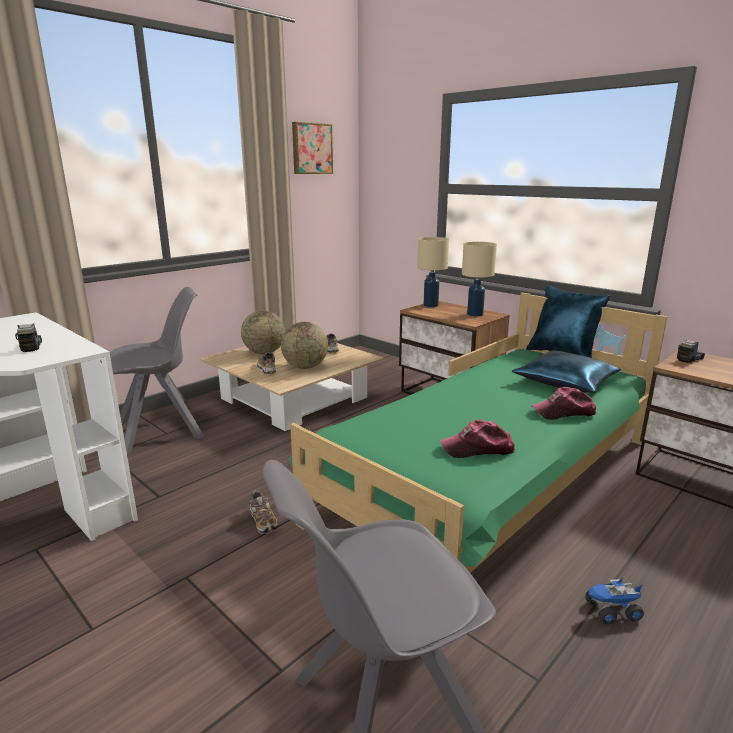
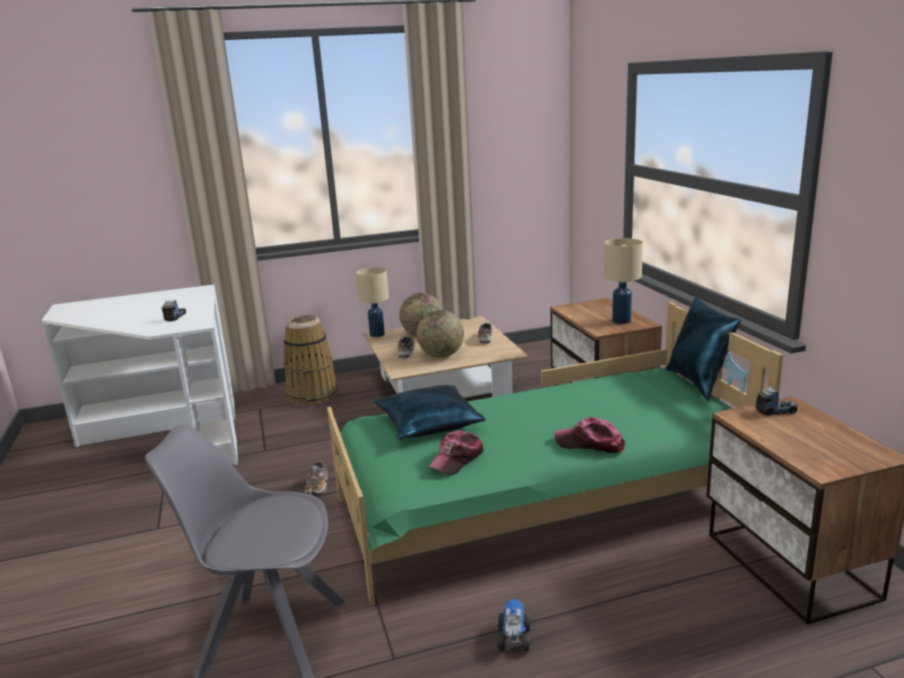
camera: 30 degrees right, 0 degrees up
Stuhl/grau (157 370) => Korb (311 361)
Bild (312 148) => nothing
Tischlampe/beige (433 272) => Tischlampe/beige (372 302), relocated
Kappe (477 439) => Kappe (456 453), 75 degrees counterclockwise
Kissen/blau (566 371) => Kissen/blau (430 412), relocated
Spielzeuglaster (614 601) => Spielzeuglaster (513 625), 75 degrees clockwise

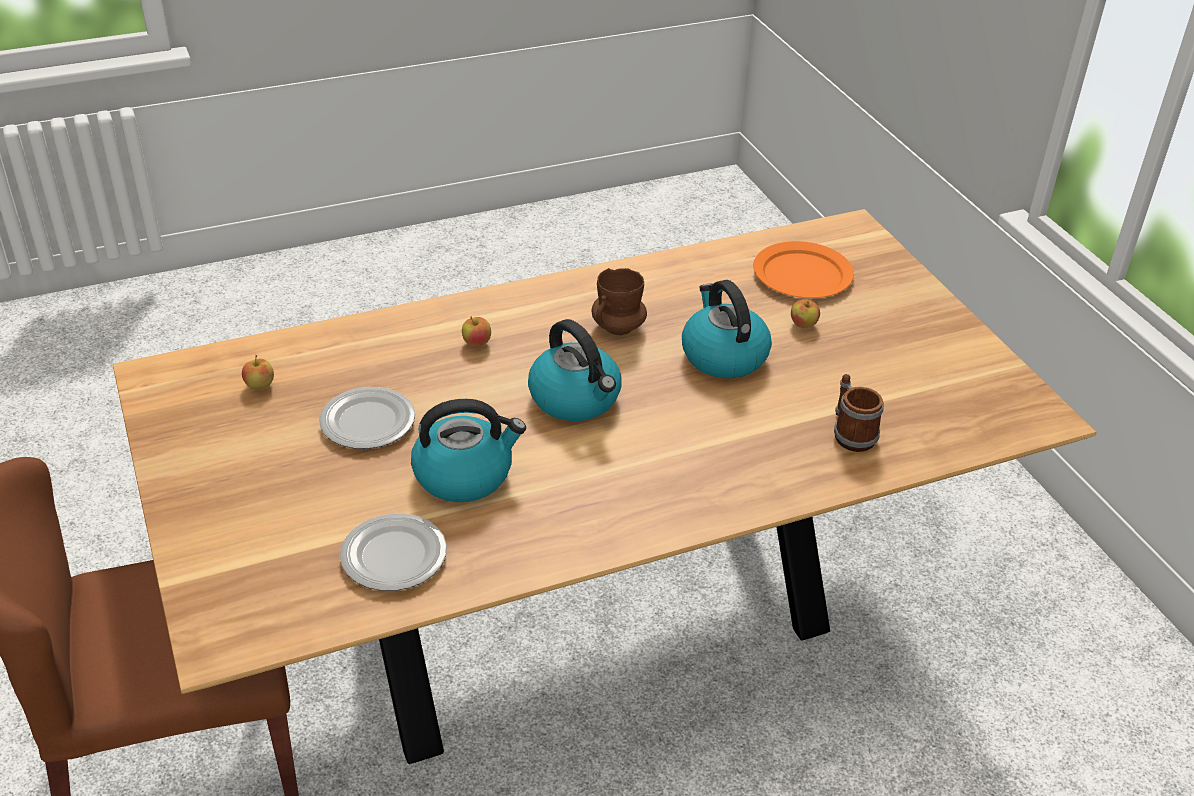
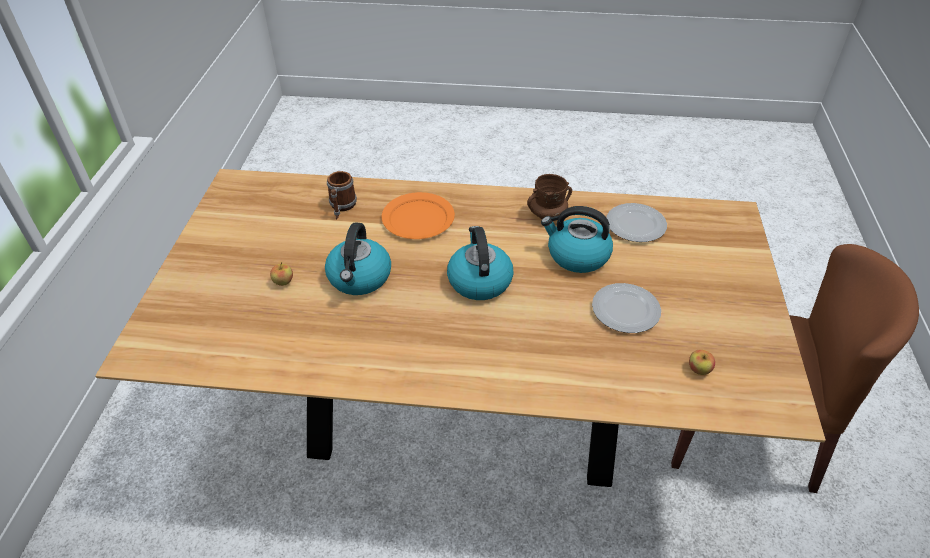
camera: 150 degrees left, 5 degrees up
Apfel (476 331) => nothing
Henkelbecher/braun (619 301) => Henkelbecher/braun (549 196), relocated
Teller/orange (803 269) => Teller/orange (418 215), relocated

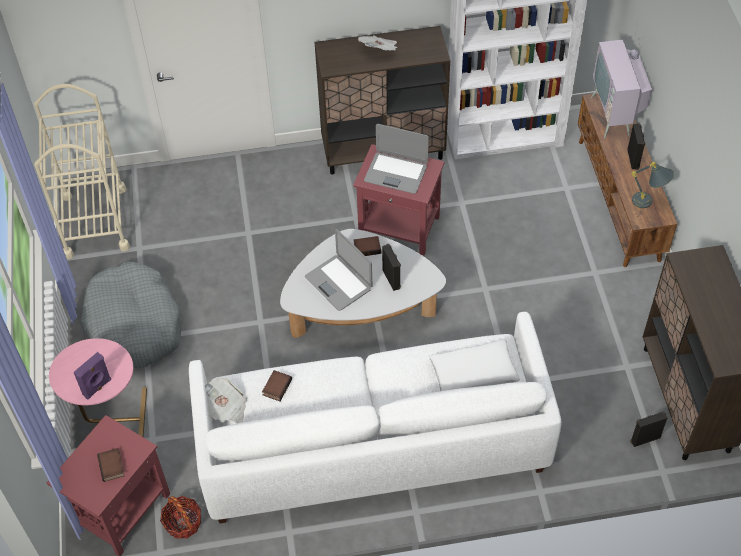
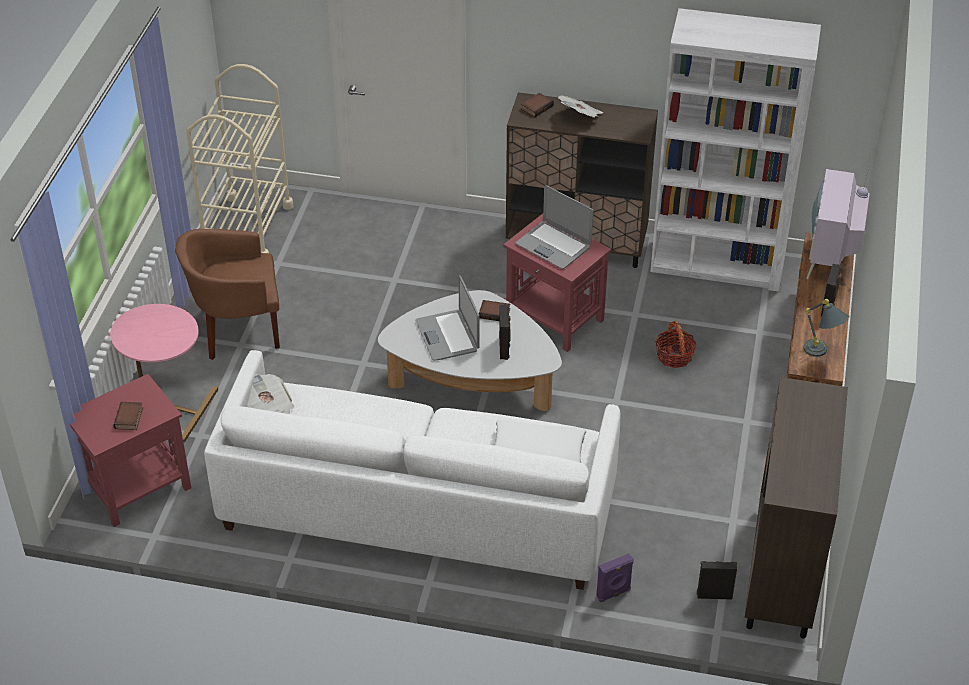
camera: 20 degrees right, 10 degrees down
Lautsprecher/lila (92 376) => Lautsprecher/lila (615 577), relocated
Hundebett/grau (132 315) => Sessel/braun (227 294)
Korb (180 517) => Korb (675 344), relocated
Buch (277 385) => Buch (537 105), relocated

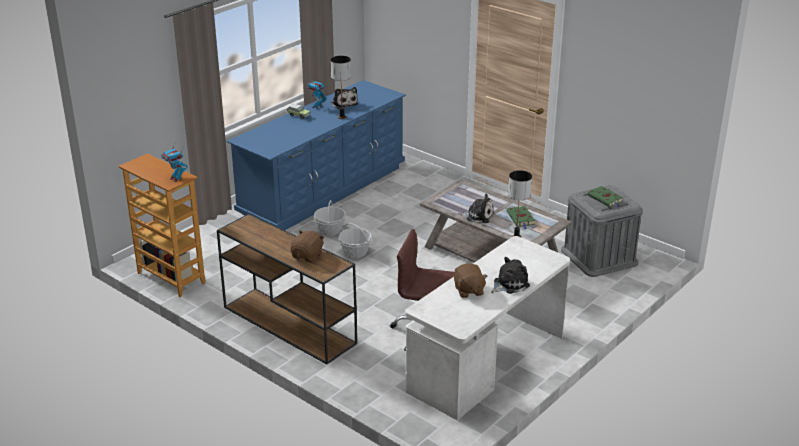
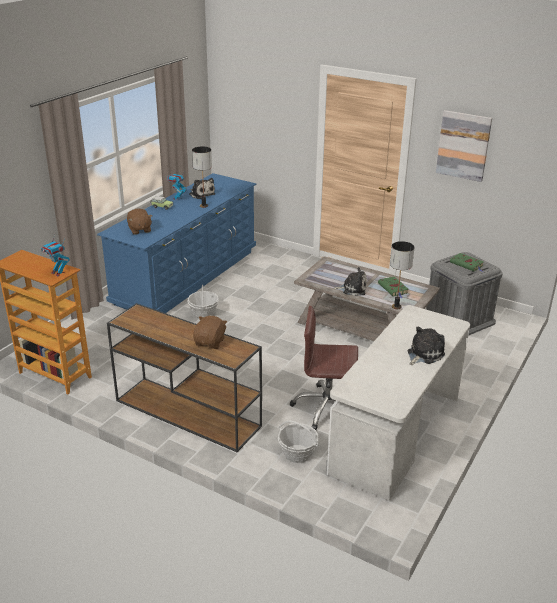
camera: 10 degrees left, 0 degrees up
Korb (355 241) => Korb (298 441), relocated
Plüschtier/braun (471 281) => Plüschtier/braun (139 222), relocated
nothing => Bild (464 146)

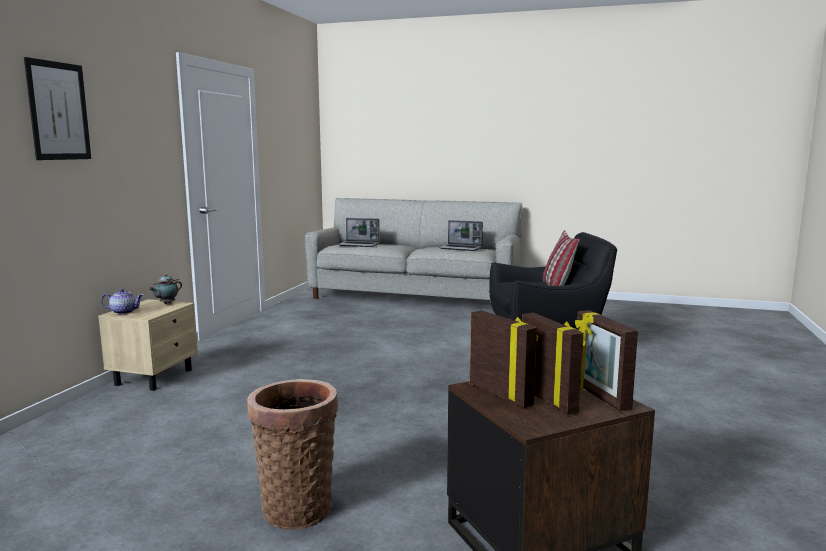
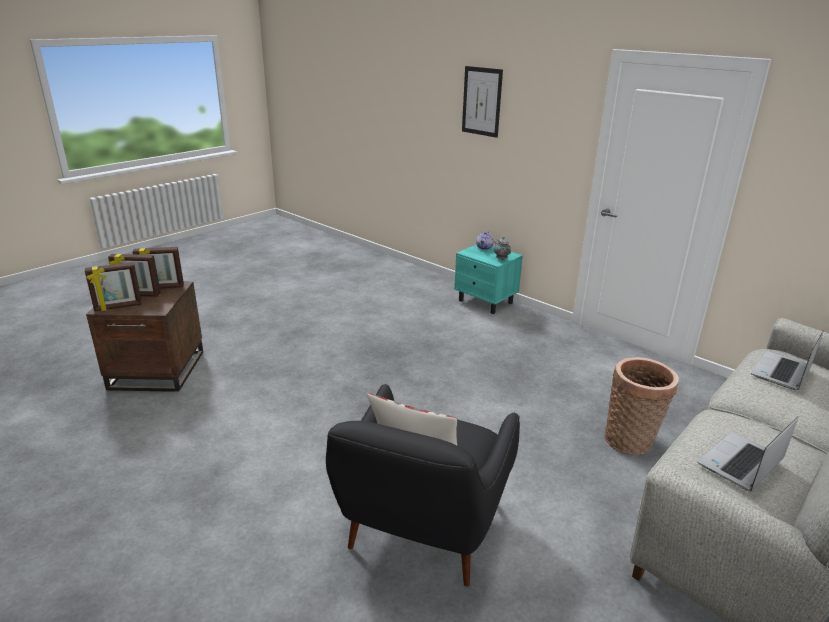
camera: 115 degrees right, 15 degrees up
Nachttisch/beige (148 345) => Nachttisch/türkis (488 279)
Korb (292 454) => Korb (641 406), relocated
Bilderrahmen (606 360) => Bilderrahmen (113 286), 150 degrees clockwise

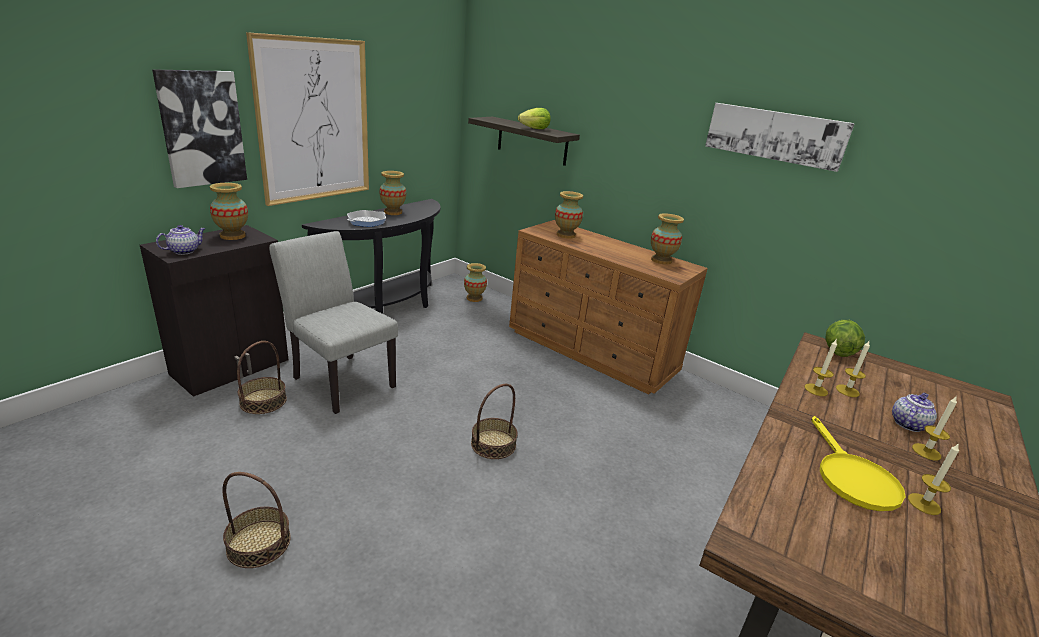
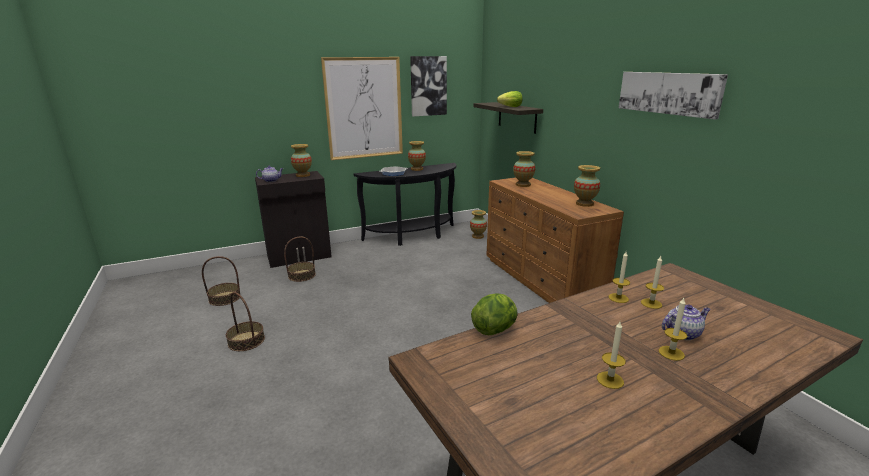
camera: 30 degrees right, 5 degrees down
Bild (199 128) => Bild (428 86), relocated
Stuhl/grau (333 322) => nothing
Korb (494 421) => Korb (221 281), relocated
Pfanne/gelb (858 463) => nothing
Salatkopf (845 338) => Salatkopf (494 314), relocated

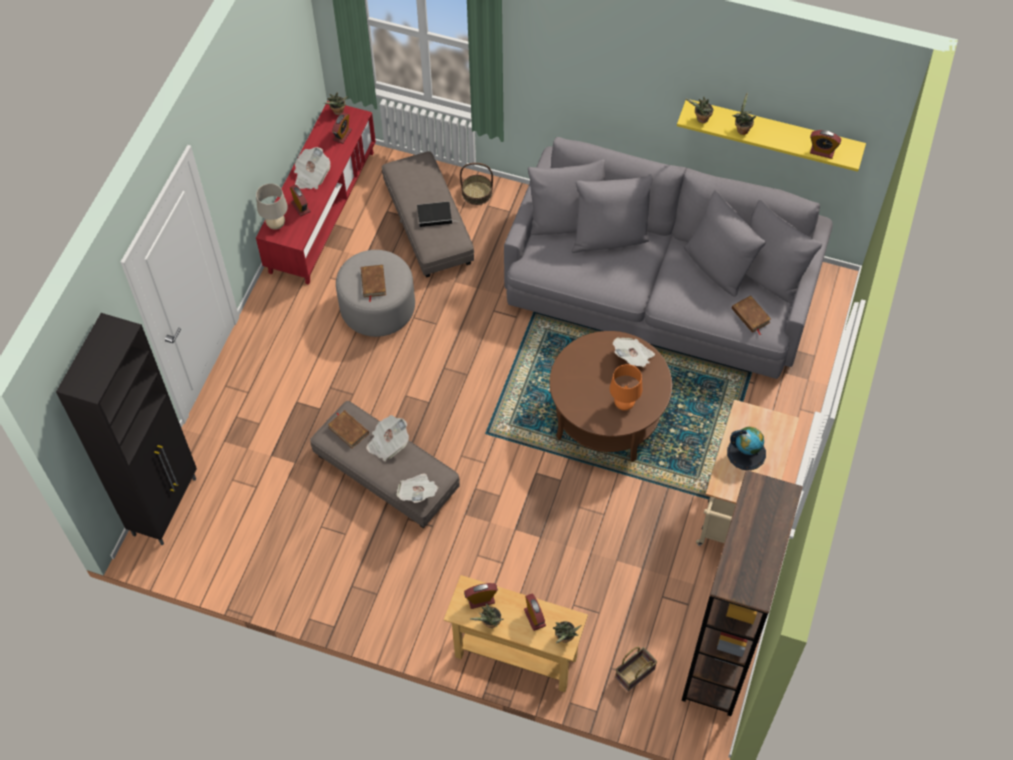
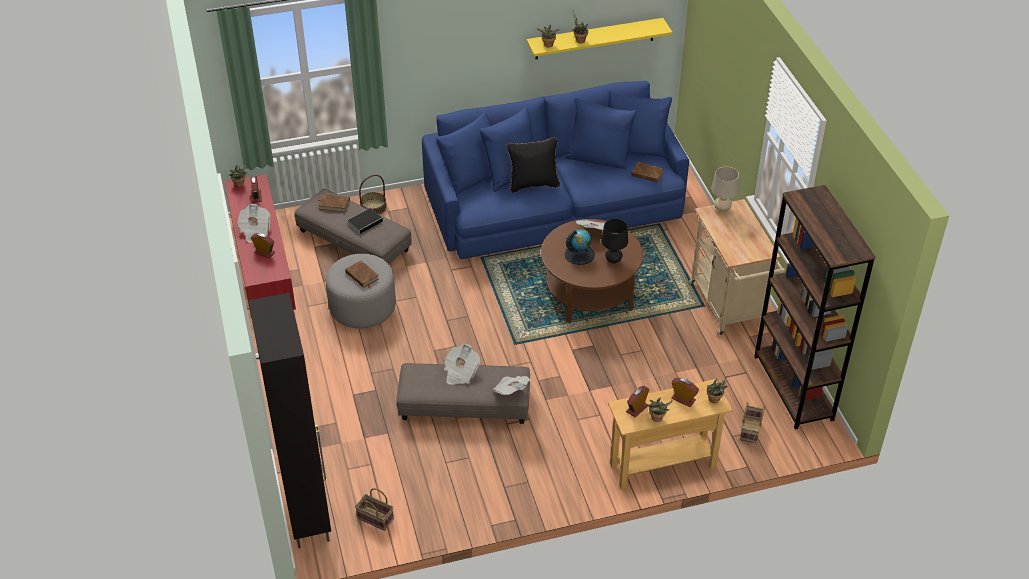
camera: 35 degrees left, 15 degrees down
Tischlampe/beige (272 207) => Tischlampe/beige (725 189), relocated
Buch/braun (348 429) => Buch/braun (334 203), relocated
Sofa/grau (668 258) => Sofa/blau (555 170)
Tischlampe/orange (626 387) => Tischlampe/schwarz (614 241)
Globus (746 448) => Globus (580 247), relocated
Wecker (825 144) => nothing
nothing => Korb (374 509)
nothing => Kissen/schwarz (533 165)

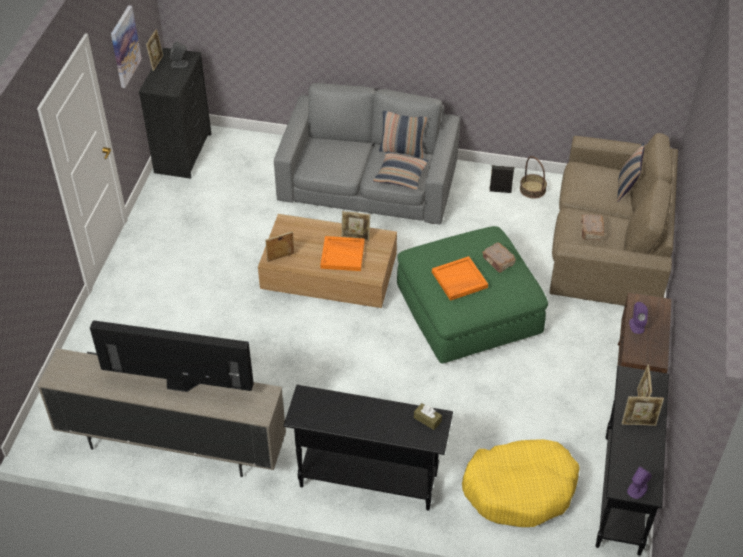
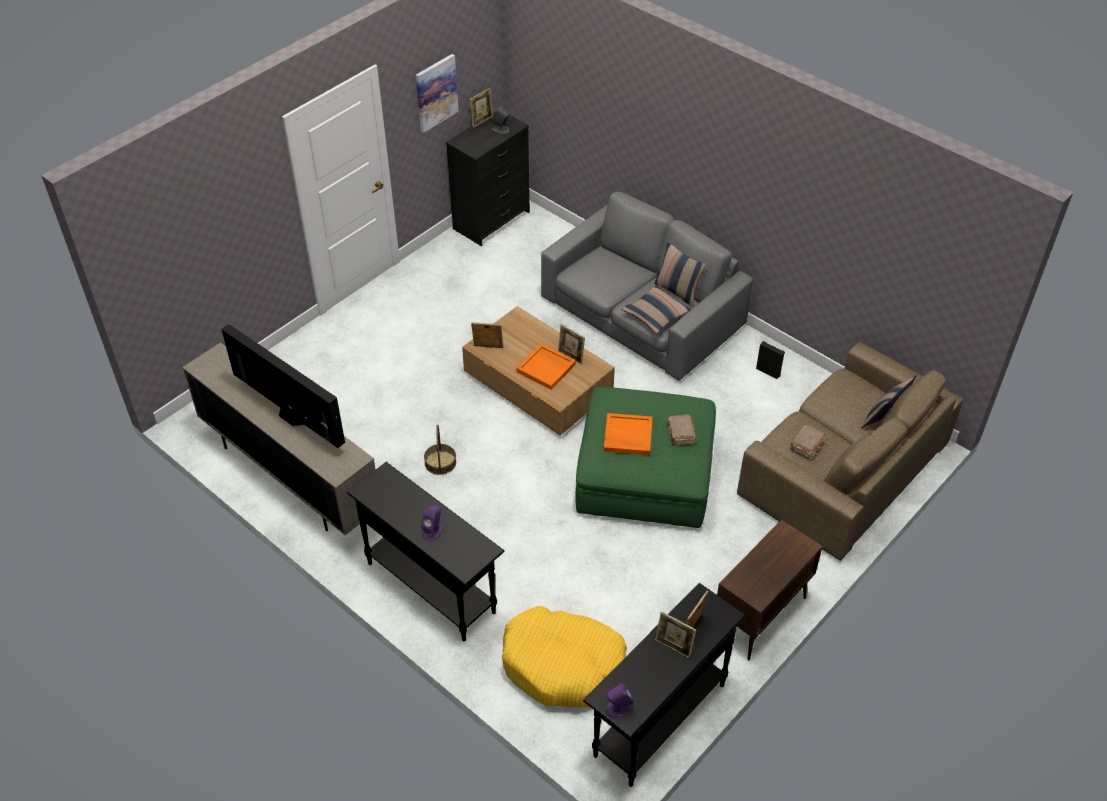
camera: 30 degrees right, 0 degrees up
Taschentuchbox/braun (428 416) => nothing
Korb (533 177) => Korb (440 450), relocated
Lautsprecher/lila (638 318) => Lautsprecher/lila (432 523), relocated

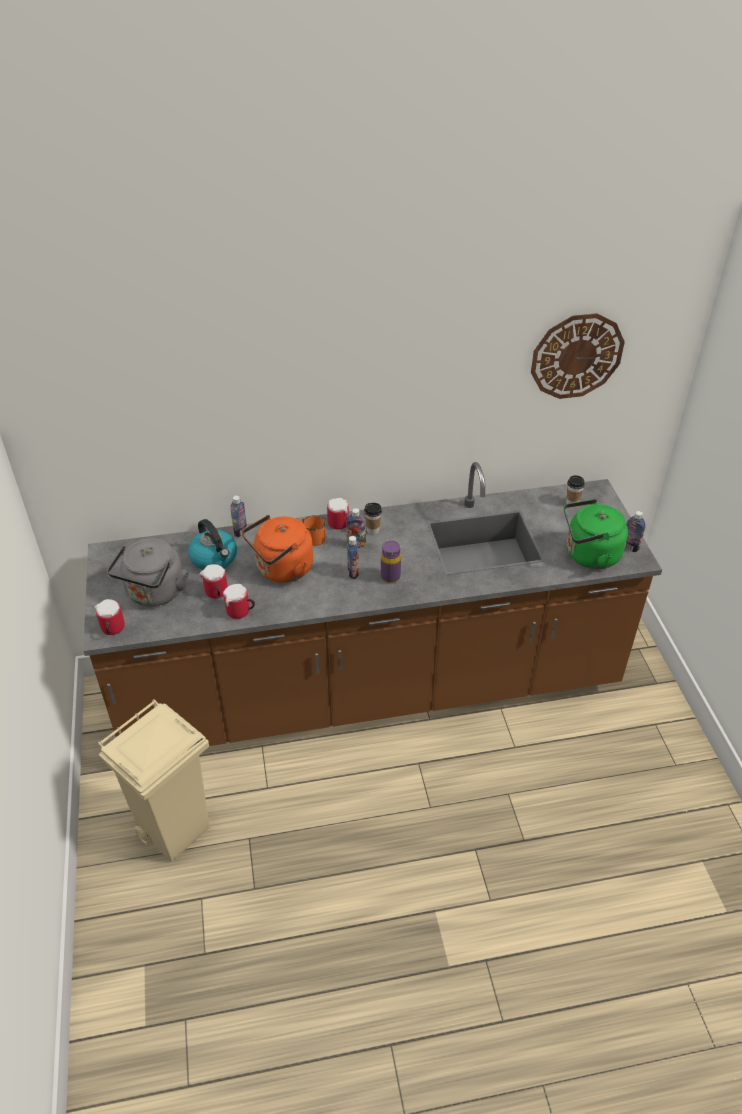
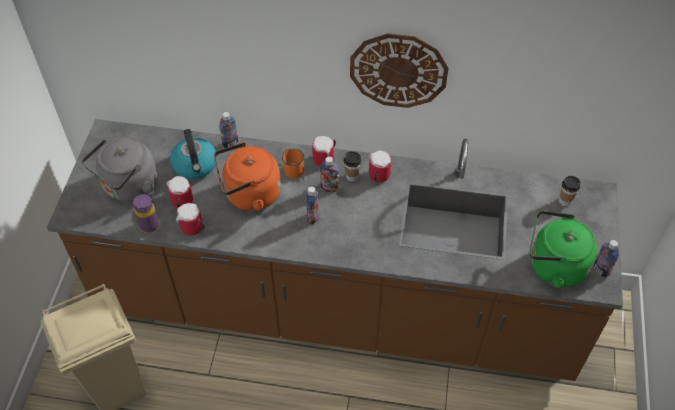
camera: 20 degrees right, 10 degrees up
Henkelbecher (109 617) => Henkelbecher (380 166), relocated
Flasche/lila (391 562) => Flasche/lila (146 213), relocated
Wanduhr (578 356) => Wanduhr (399 70), relocated

